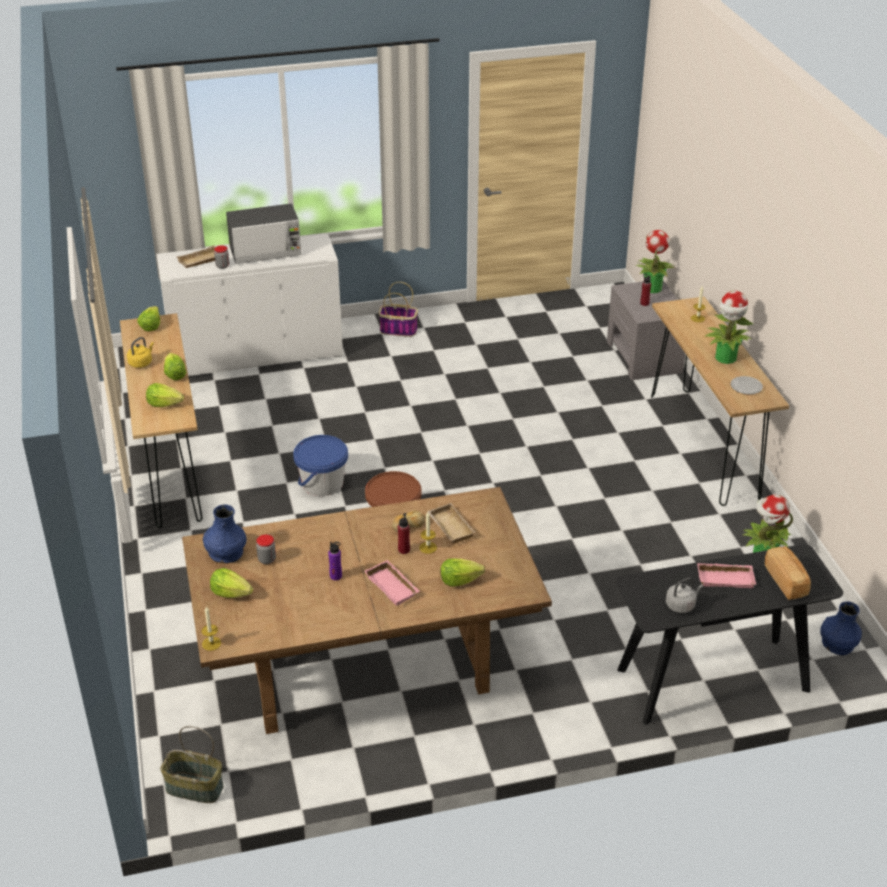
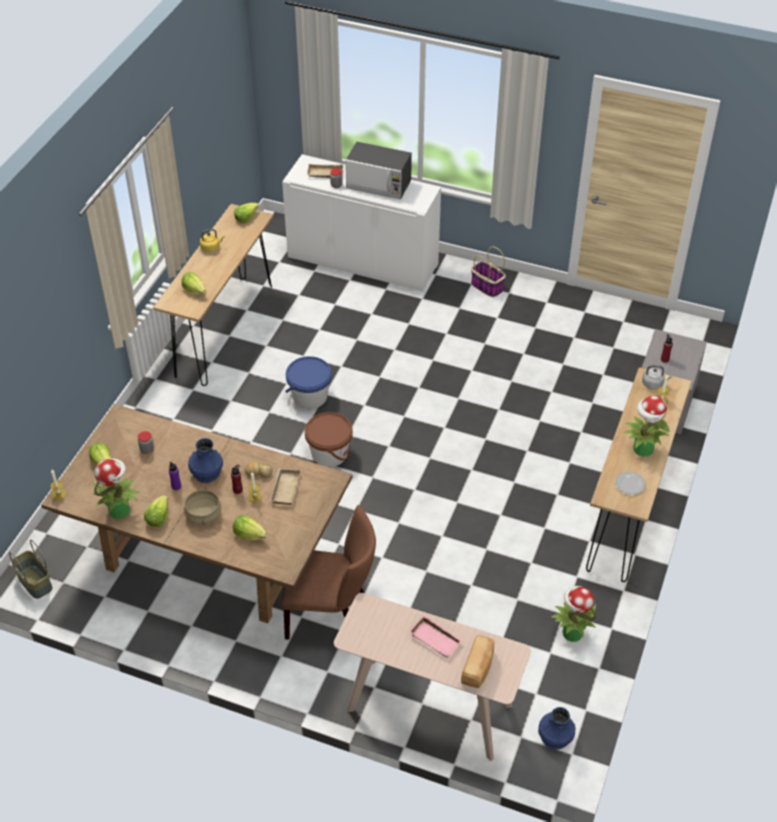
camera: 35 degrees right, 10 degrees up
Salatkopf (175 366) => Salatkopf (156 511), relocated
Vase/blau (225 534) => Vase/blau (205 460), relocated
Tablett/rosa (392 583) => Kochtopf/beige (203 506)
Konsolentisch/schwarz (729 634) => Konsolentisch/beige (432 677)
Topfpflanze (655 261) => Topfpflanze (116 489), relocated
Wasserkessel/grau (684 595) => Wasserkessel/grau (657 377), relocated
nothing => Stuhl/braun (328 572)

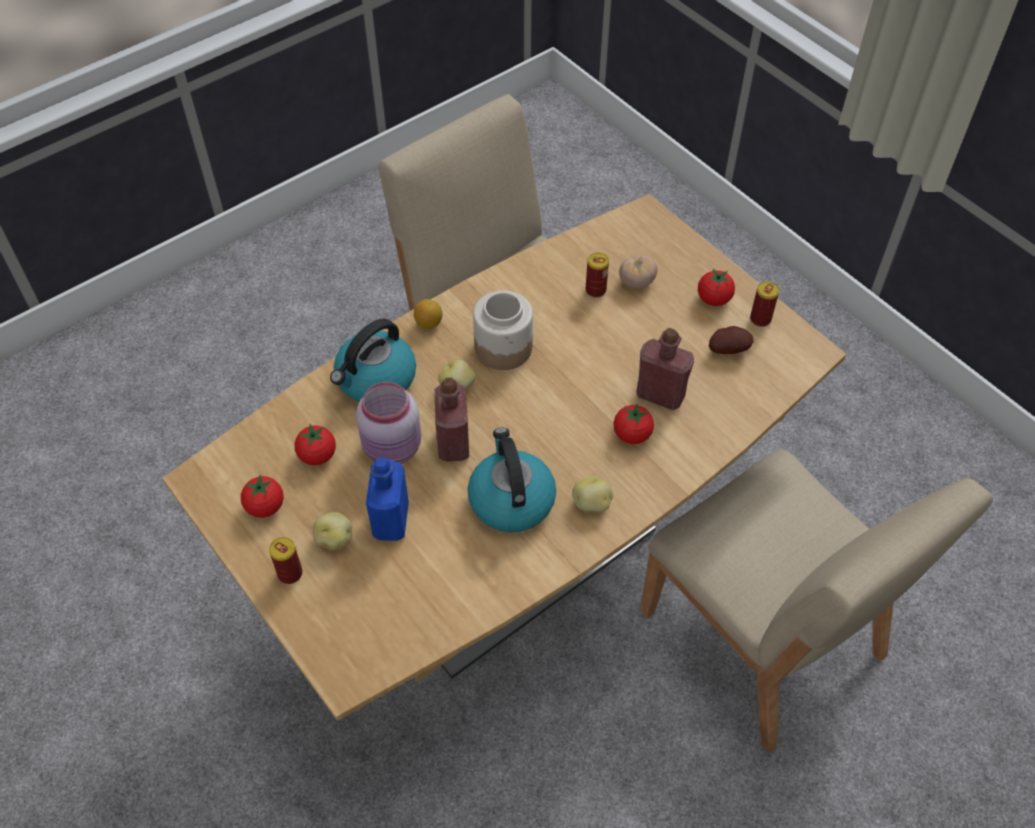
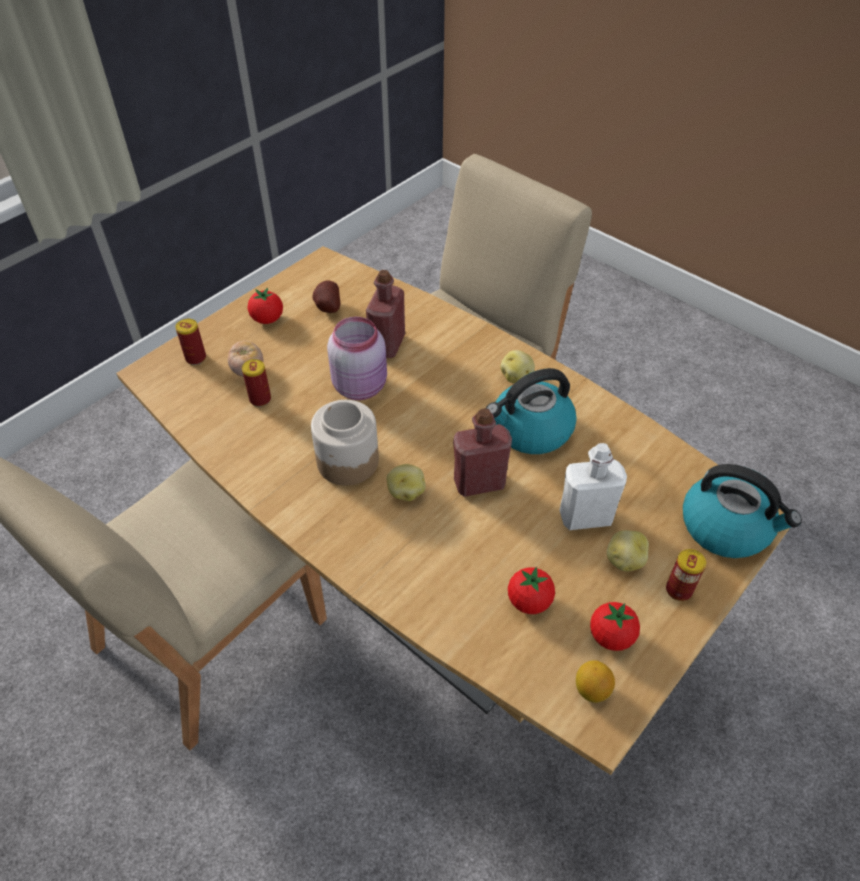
camera: 100 degrees left, 5 degrees down
Wasserkessel (373 360) => Wasserkessel (742 511), relocated
Vorratsglas/rosa (388 423) => Vorratsglas/rosa (357 358), relocated
Flasche/blau (387 499) => Flasche/weiß (593 486)
Zitrone (428 314) => Zitrone (595 681), relocated
Tomate (634 423) => nothing
Dose (764 304) => Dose (190 342), relocated

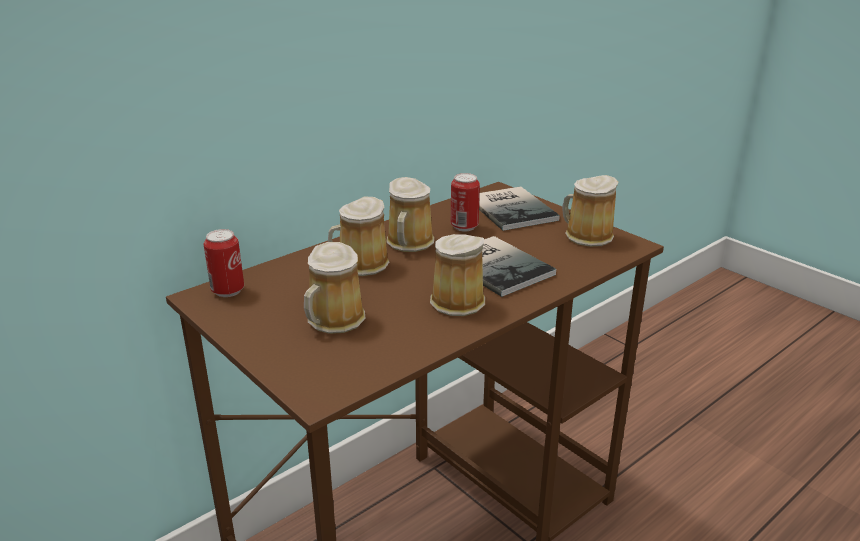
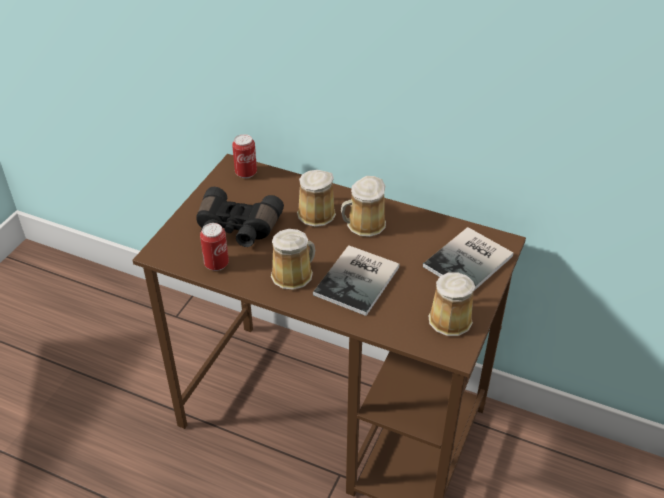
camera: 65 degrees right, 15 degrees up
Henkelbecher (335 288) => Fernglas/schwarz (240 217)
Dose (465 202) => Dose (214 247), relocated

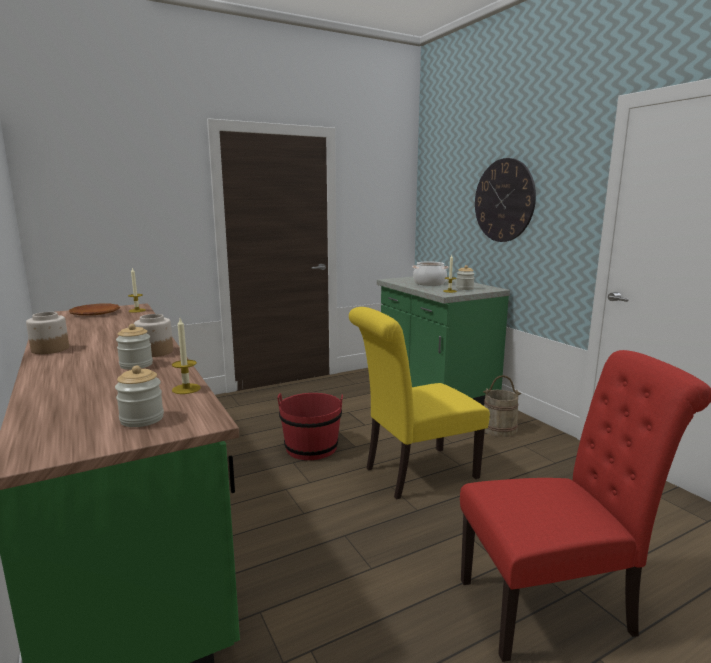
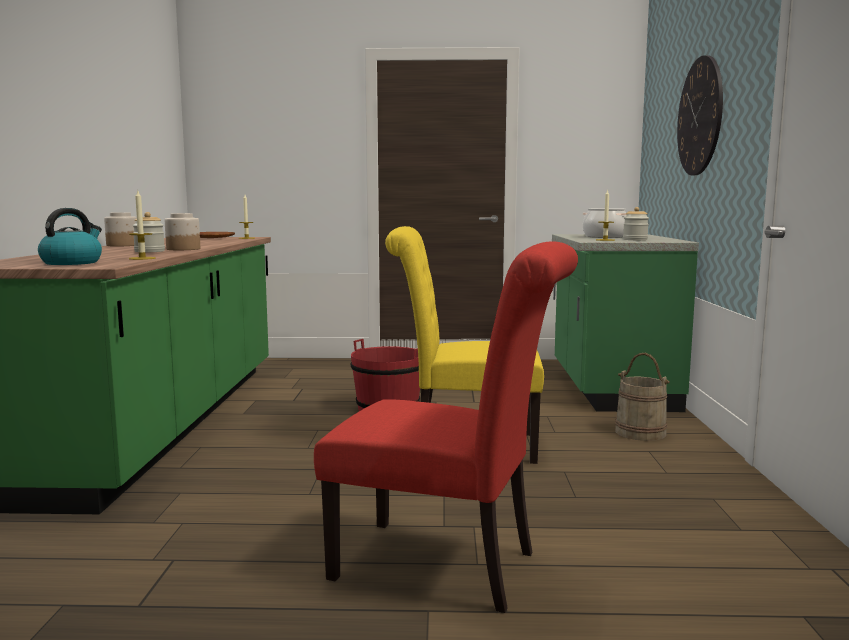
camera: 30 degrees right, 5 degrees down
Vorratsglas (139 396) => Wasserkessel (70 236)

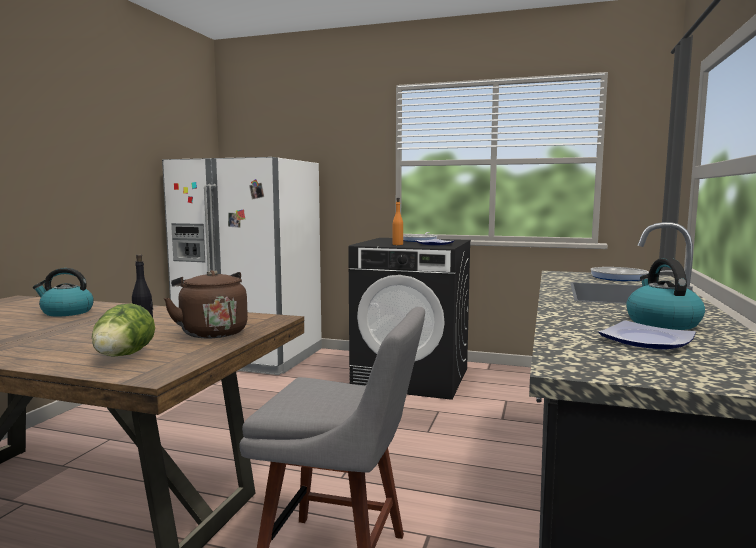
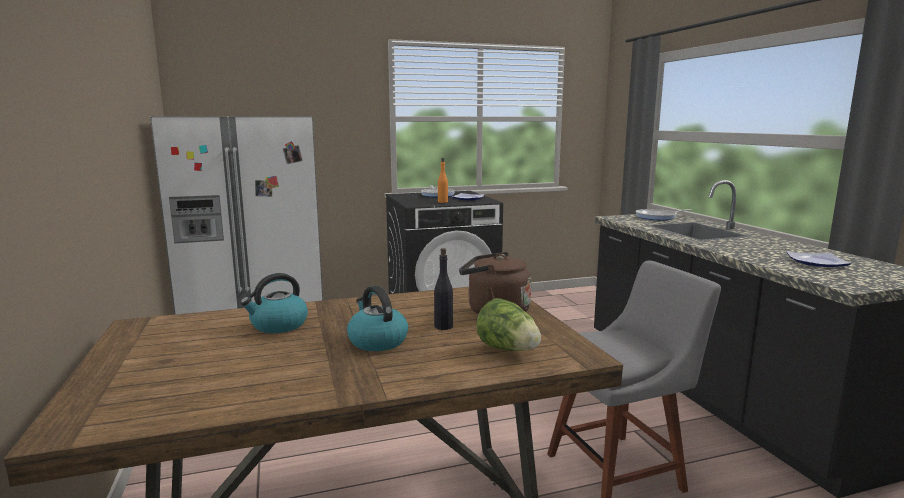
camera: 35 degrees left, 5 degrees up
Wasserkessel (665 294) => Wasserkessel (377 318), relocated

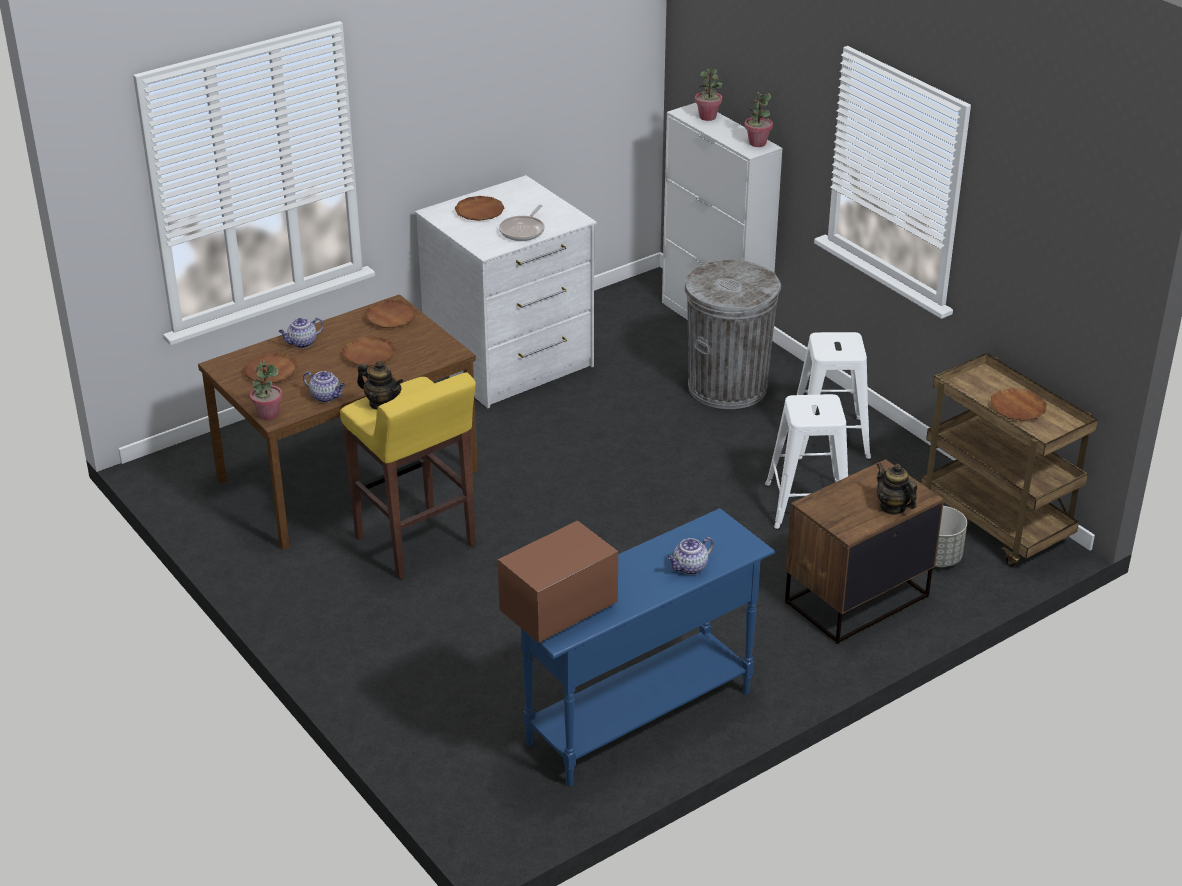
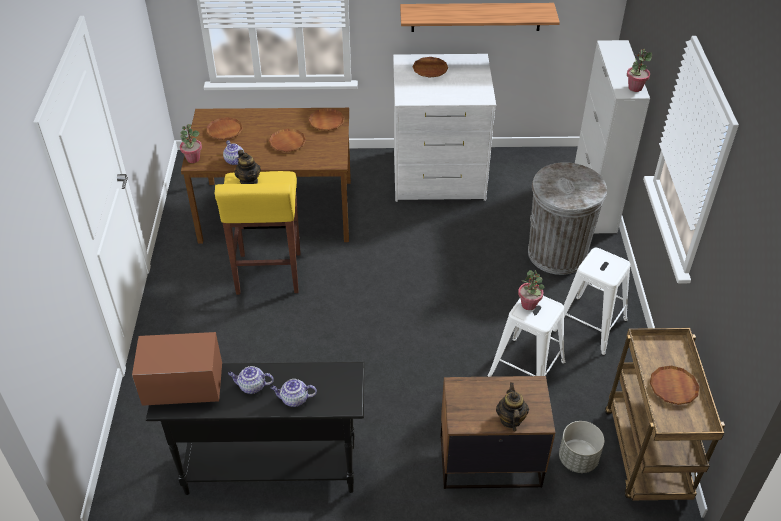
camera: 35 degrees right, 10 degrees up
Teekanne (301 333) => Teekanne (251 380), relocated
Pfanne (522 223) => nothing
Konsolentisch/blau (648 647) => Konsolentisch/schwarz (255 428)
Topfpflanze (708 94) => Topfpflanze (531 290), relocated
nothing => Wandregal (480 17)

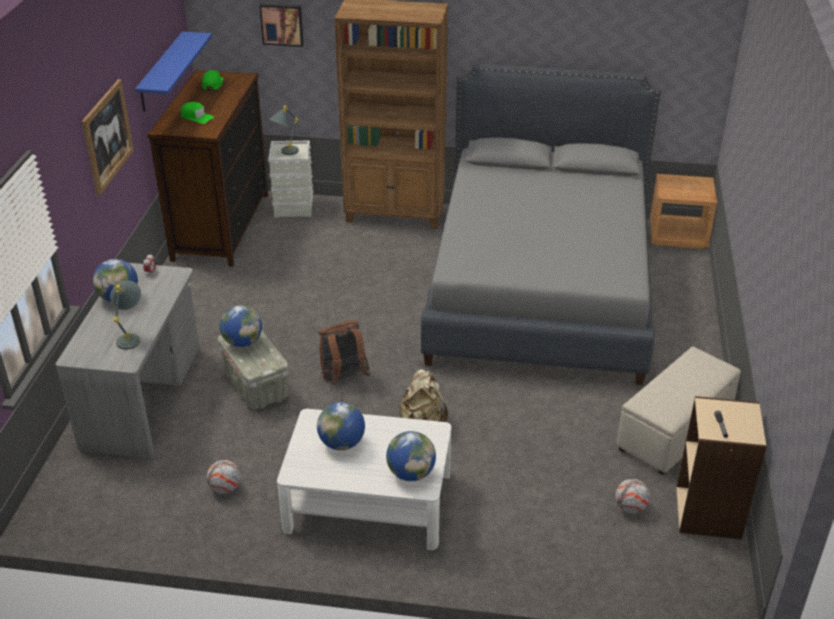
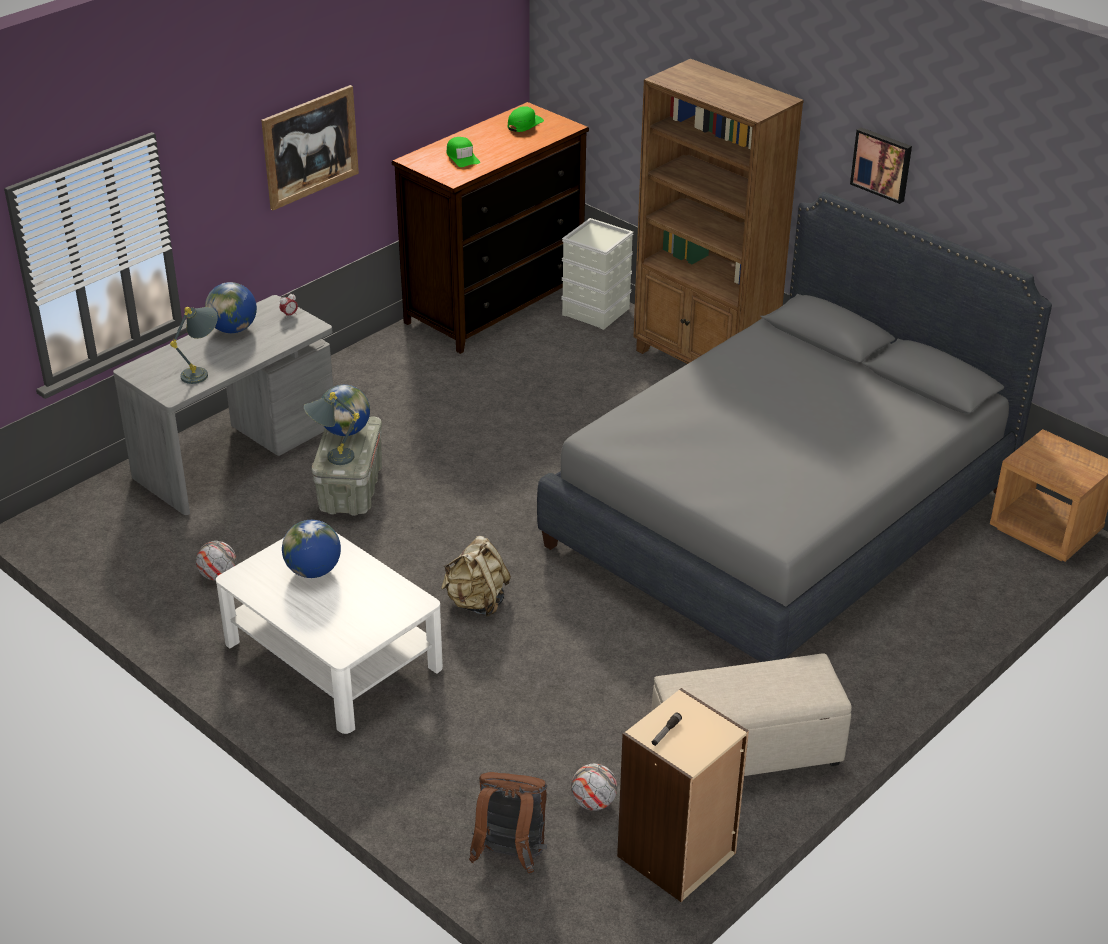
camera: 35 degrees right, 0 degrees up
Wandregal/blau (173 72) => nothing
Bild (281 25) => Bild (881 166), relocated
Tischlampe/grau (284 130) => Tischlampe/grau (332 428), relocated
Rucksack/braun (344 352) => Rucksack/braun (508 822), relocated
Globus (411 456) => nothing

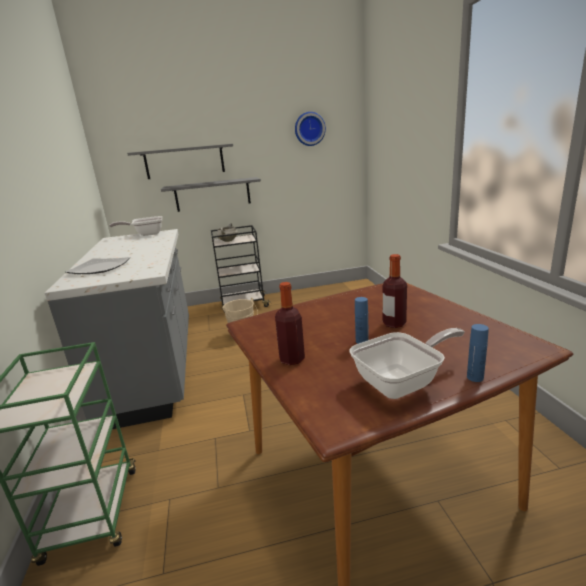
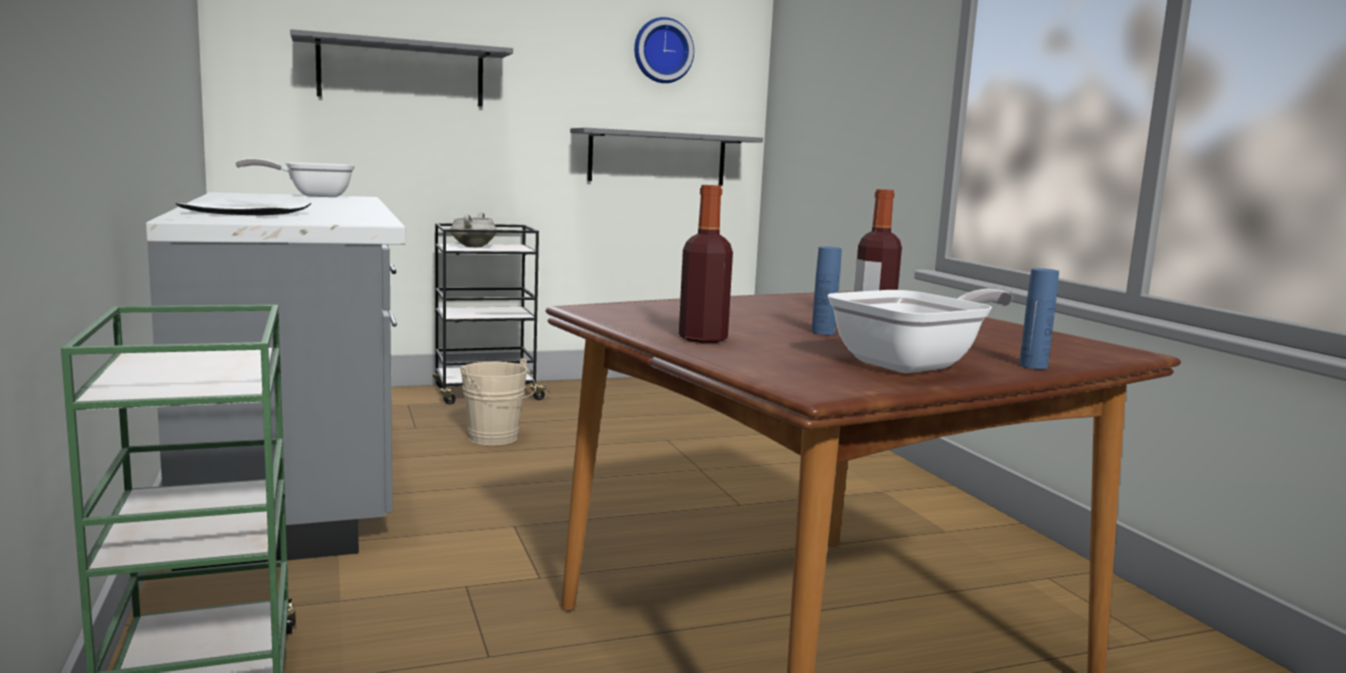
camera: 10 degrees left, 10 degrees down
Wandregal/grau (211 194) => Wandregal/grau (666 156), relocated

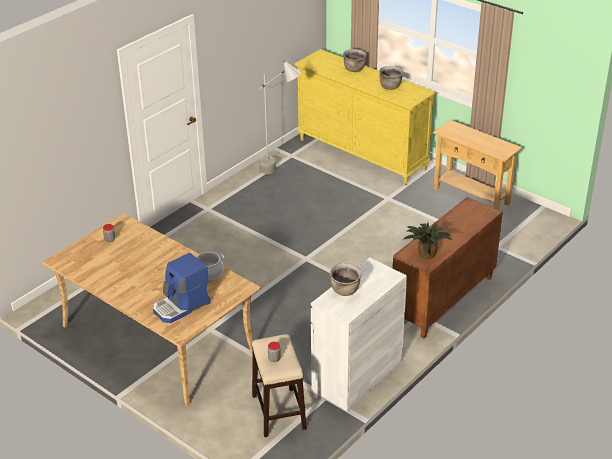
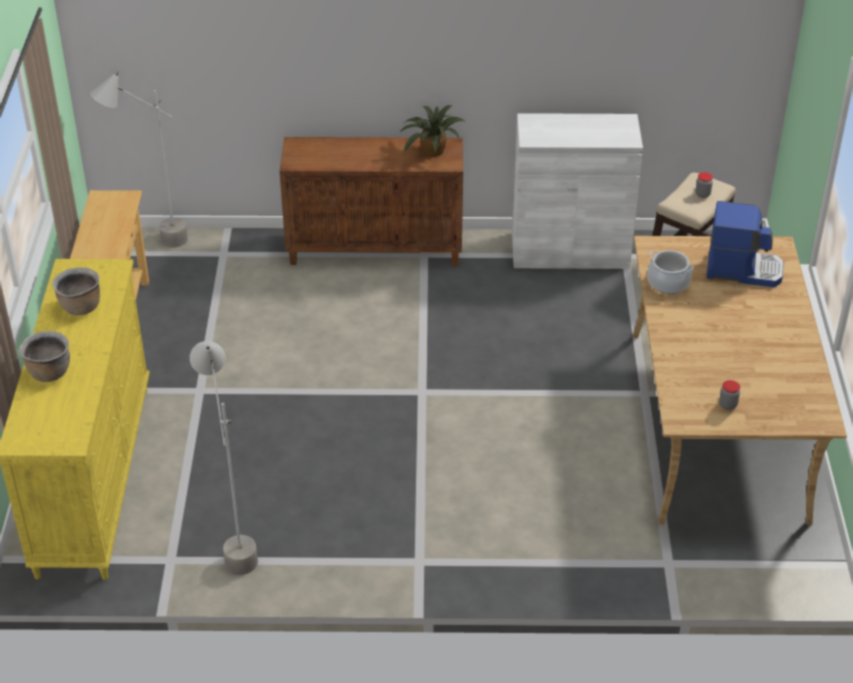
camera: 130 degrees left, 5 degrees up
Kochtopf/braun (346 279) => nothing
nothing => Stehlampe/grau (139 159)

